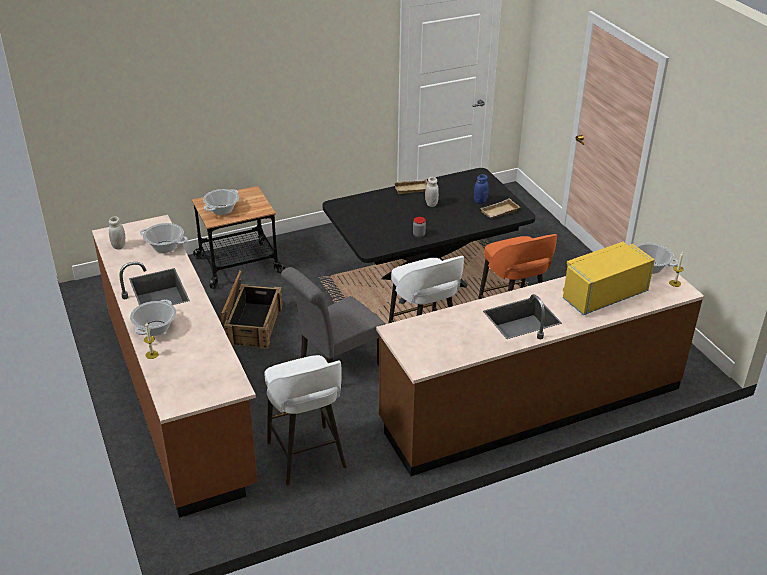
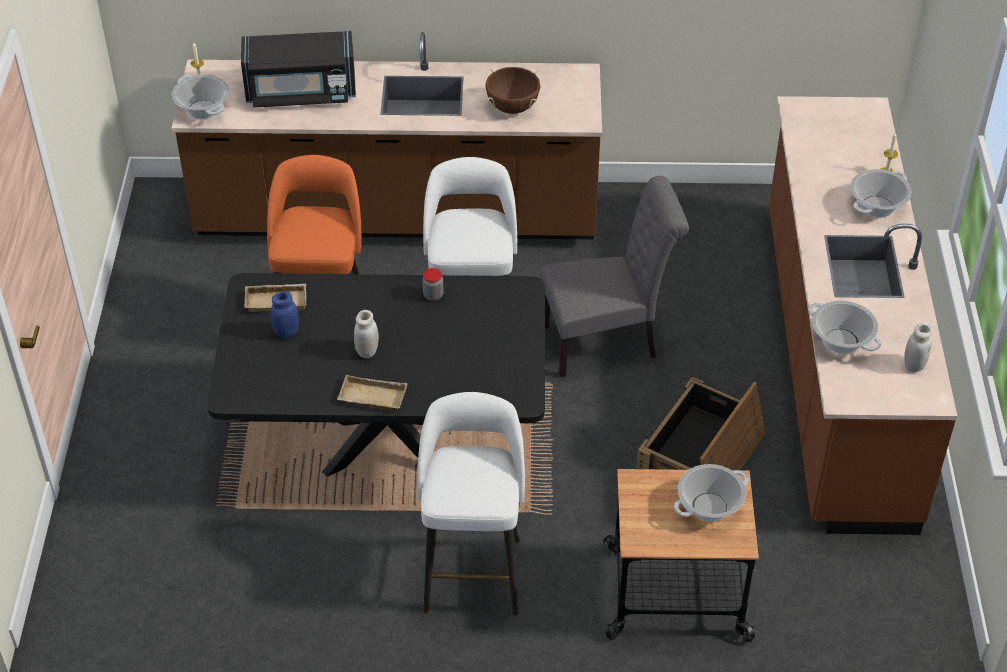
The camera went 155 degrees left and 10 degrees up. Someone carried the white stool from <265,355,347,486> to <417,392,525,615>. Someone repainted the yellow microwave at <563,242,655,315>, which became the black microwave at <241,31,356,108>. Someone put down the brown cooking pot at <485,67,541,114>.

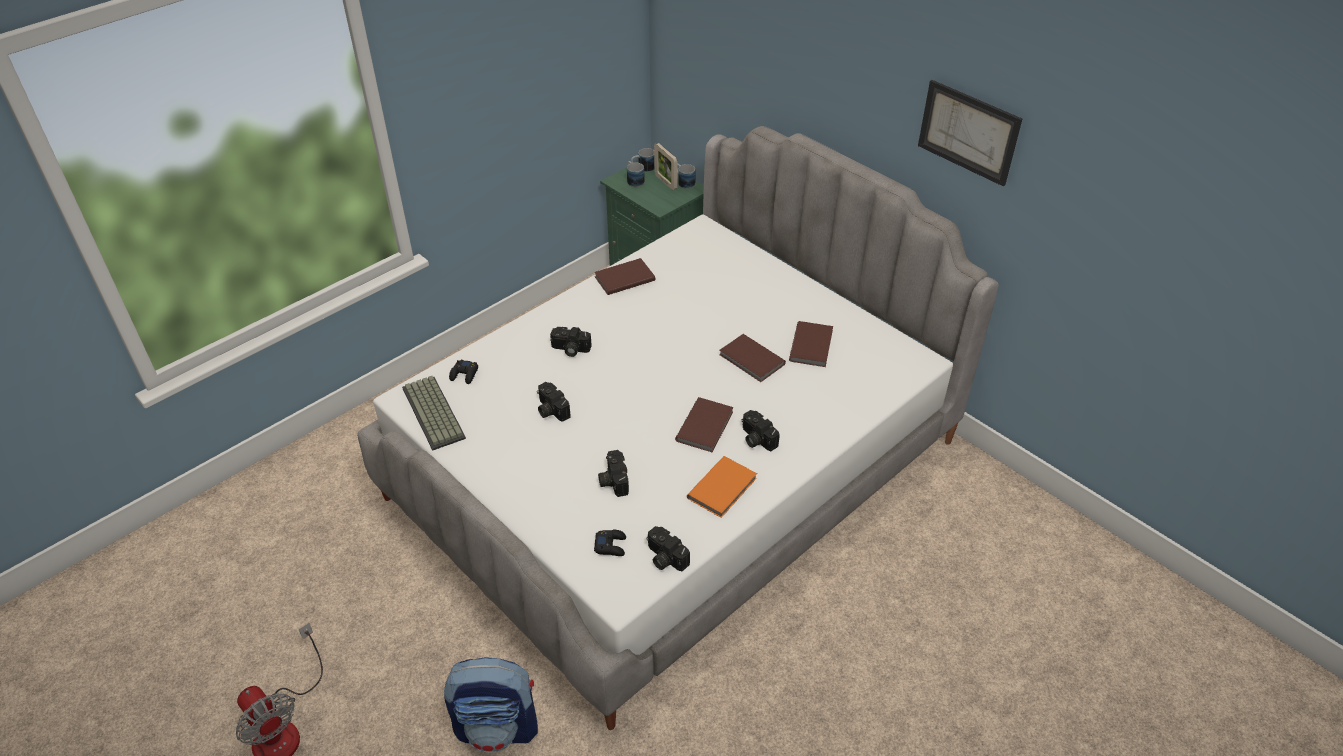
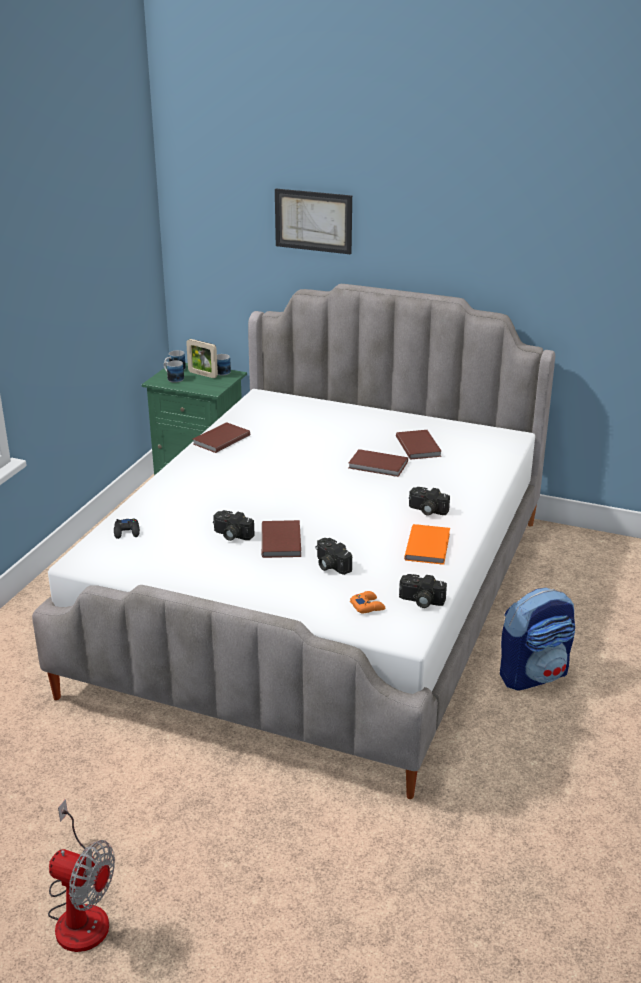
The camera went 25 degrees left and 15 degrees down. Someone took away the keyboard at <402,376,466,451>. Someone carried the backpack from <444,657,538,753> to <500,588,575,690>. Someone took away the photo camera at <550,327,592,357>. Someone repainted the black game controller at <594,530,626,556>, which became the orange game controller at <350,591,385,614>. Someone carried the brown book from <675,397,734,452> to <262,520,301,558>. Someone carried the picture from <918,80,1022,186> to <275,189,352,255>.

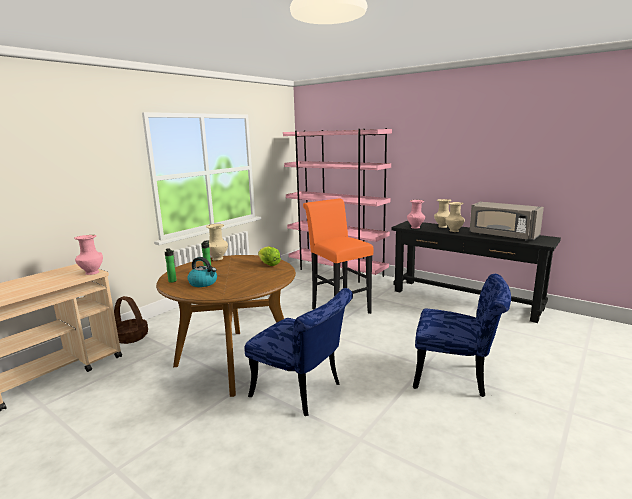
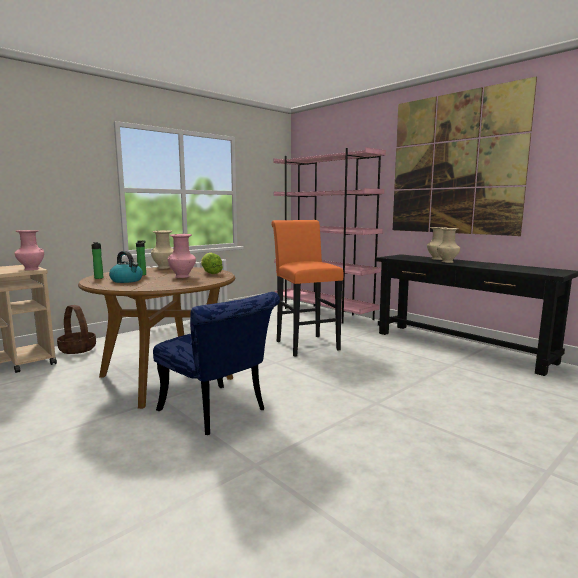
The camera went 10 degrees right and 5 degrees down. Someone carried the pink vase from <407,200,425,229> to <168,234,196,278>. Someone took away the blue chair at <413,274,511,397>. Someone took away the grey microwave at <469,202,544,241>. Someone put up the picture at <393,76,537,236>.

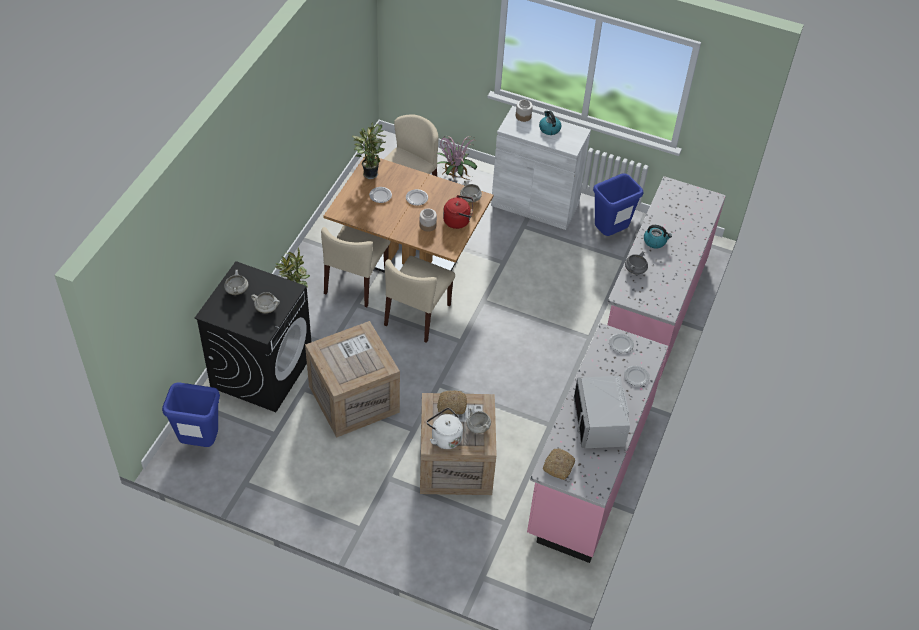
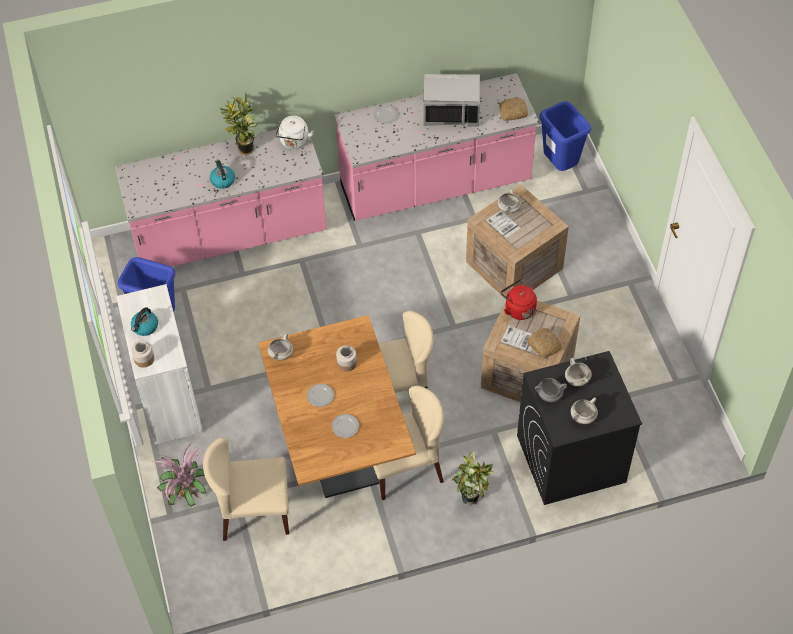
The camera went 125 degrees left and 5 degrees up. Someone carried the blue trash can from <162,382,220,447> to <539,101,591,171>. Someone carried the potted plant from <352,122,387,179> to <220,91,258,155>. Someone carried the white kettle from <426,408,463,449> to <276,116,314,149>. Someone carried the bread from <437,390,467,415> to <528,328,562,358>. Someone carried the red kettle from <443,195,473,229> to <501,279,537,320>. Someone rotated the grey microwave at <573,376,630,448> by 45 degrees clockwise. Someone took away the plate at <609,333,634,353>. Someone carried the grey cooking pot from <625,251,648,275> to <535,378,567,402>.

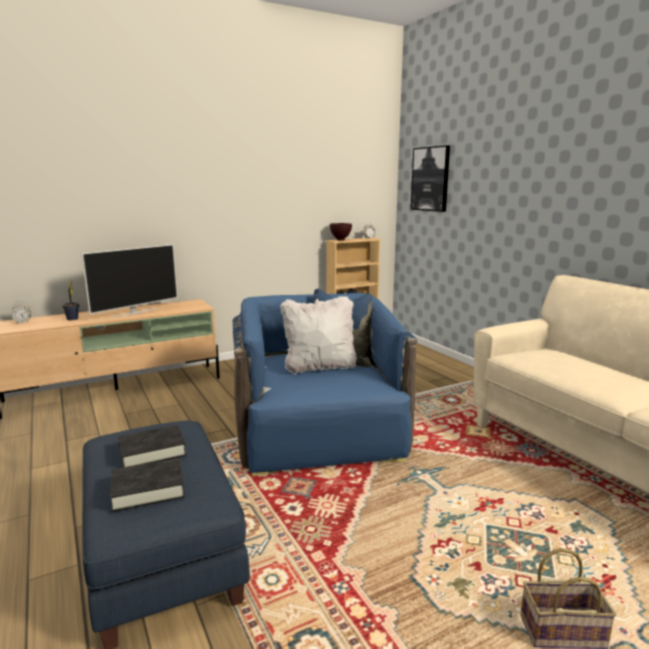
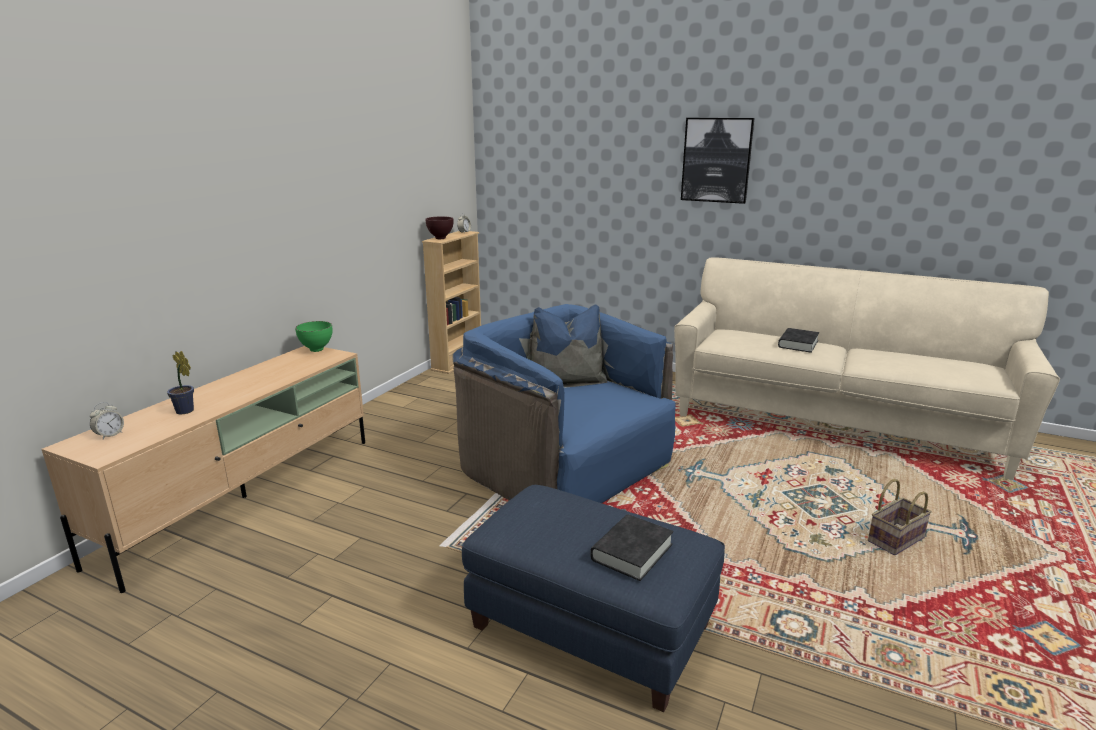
The camera went 35 degrees left and 5 degrees up. Someone took away the television at <81,244,178,318>. Someone carried the black book from <118,425,186,467> to <778,328,819,353>. Someone took away the white pillow at <280,296,357,375>. Someone carried the picture from <411,145,450,212> to <681,118,754,204>. Someone put down the green bowl at <295,321,332,352>.

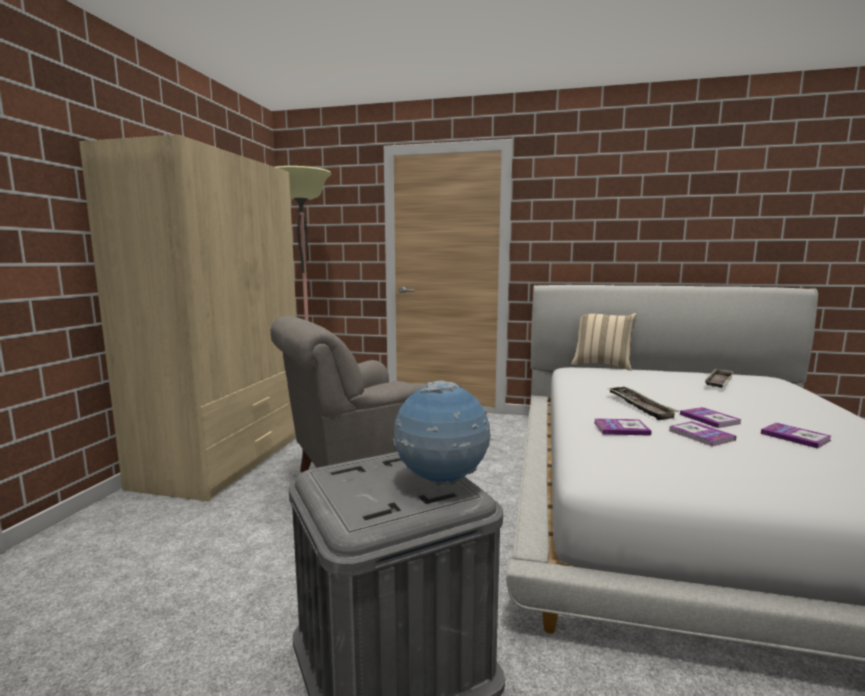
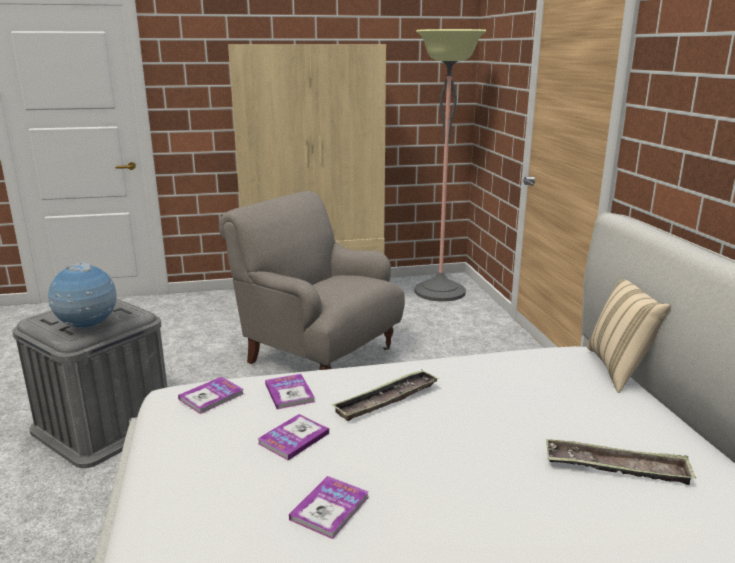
The camera went 65 degrees right and 10 degrees up. Someone carried the book from <680,407,742,428> to <178,377,243,414>.

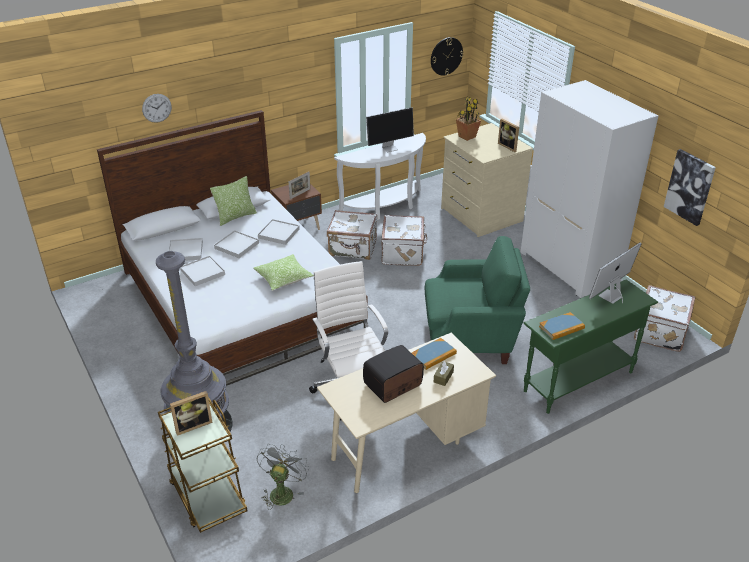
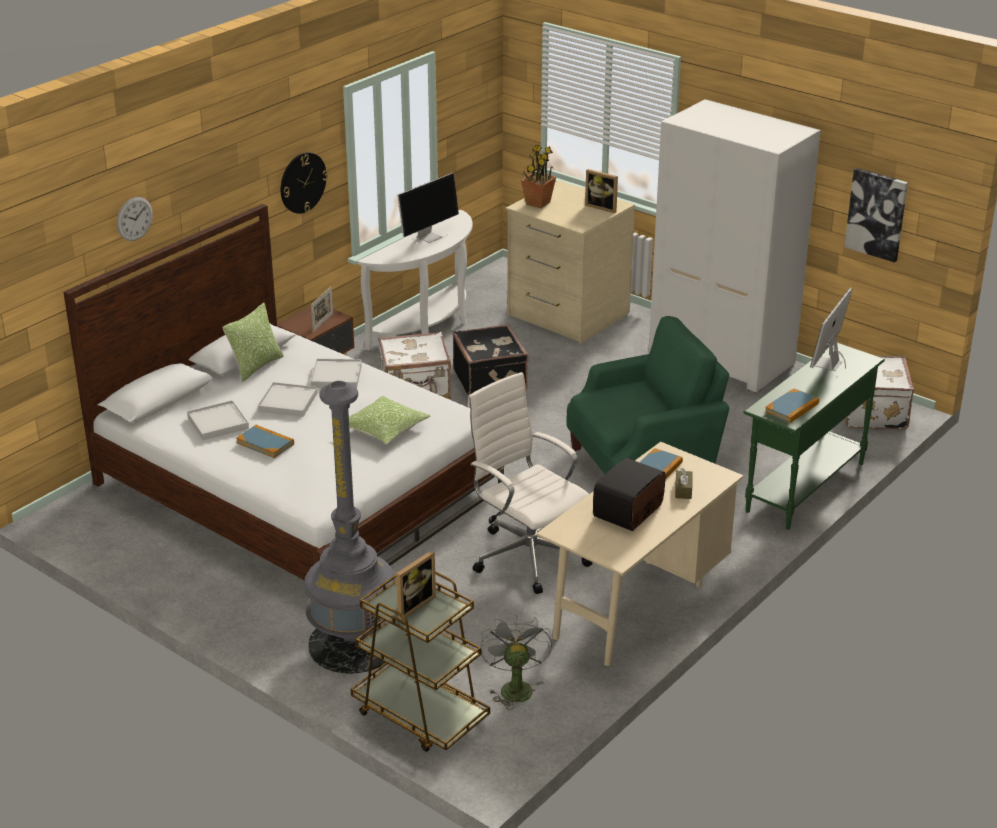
The camera went 20 degrees left and 5 degrees down. Someone swapped the white tray at <180,255,225,286> for the book at <236,425,294,458>. Someone repainted the white suitcase at <381,215,427,266>, which became the black suitcase at <453,324,529,396>. Someone carried the wall clock from <431,37,463,75> to <281,152,328,214>.

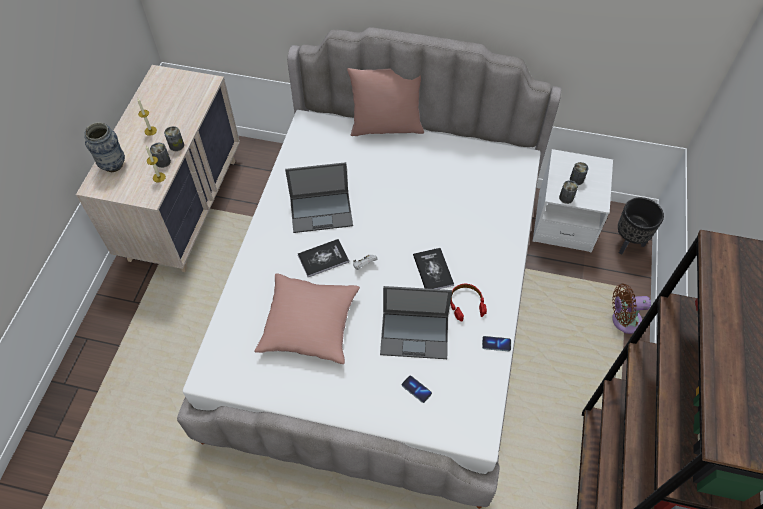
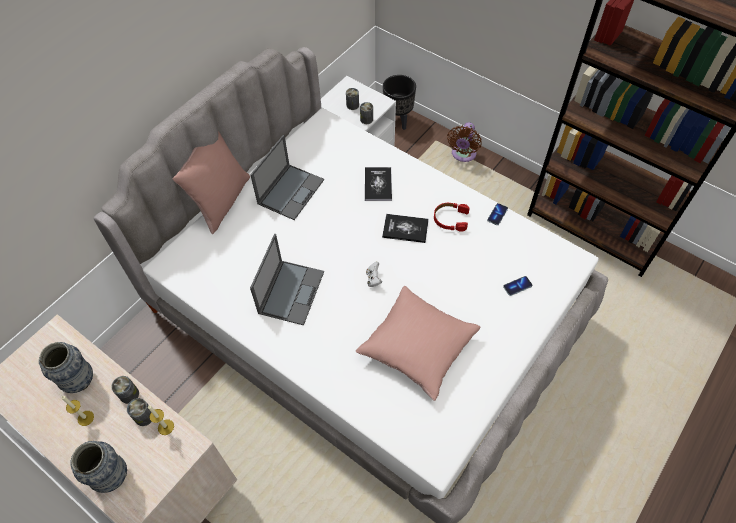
The camera went 65 degrees left and 0 degrees up. Someone carried the book from <298,239,349,277> to <365,167,392,201>. Someone carried the laptop from <380,286,452,359> to <250,135,324,220>. Someone put down the vase at <39,342,93,393>.

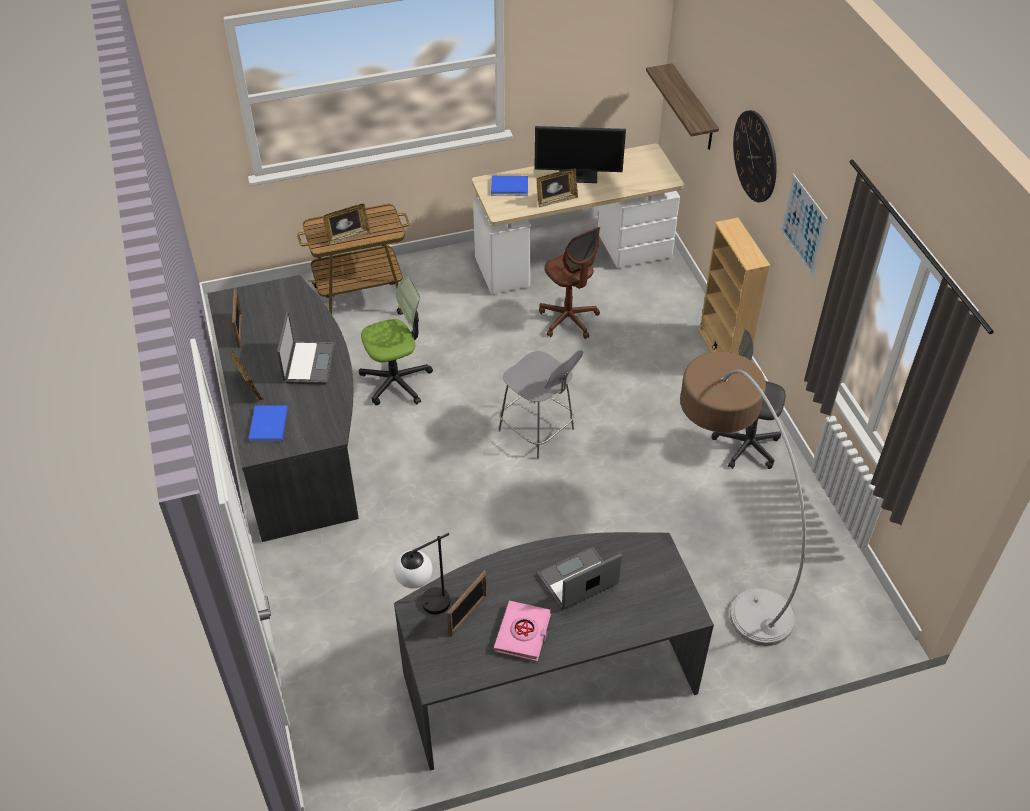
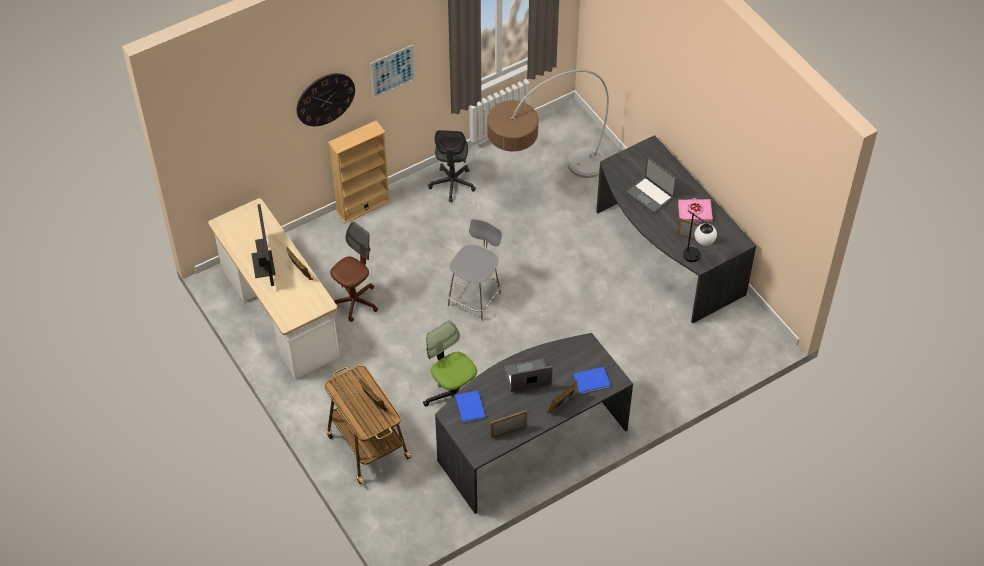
The camera went 105 degrees left and 5 degrees up. Someone carried the blue book from <491,176,528,196> to <455,391,486,423>. Someone took away the shelf at <646,63,719,150>.

